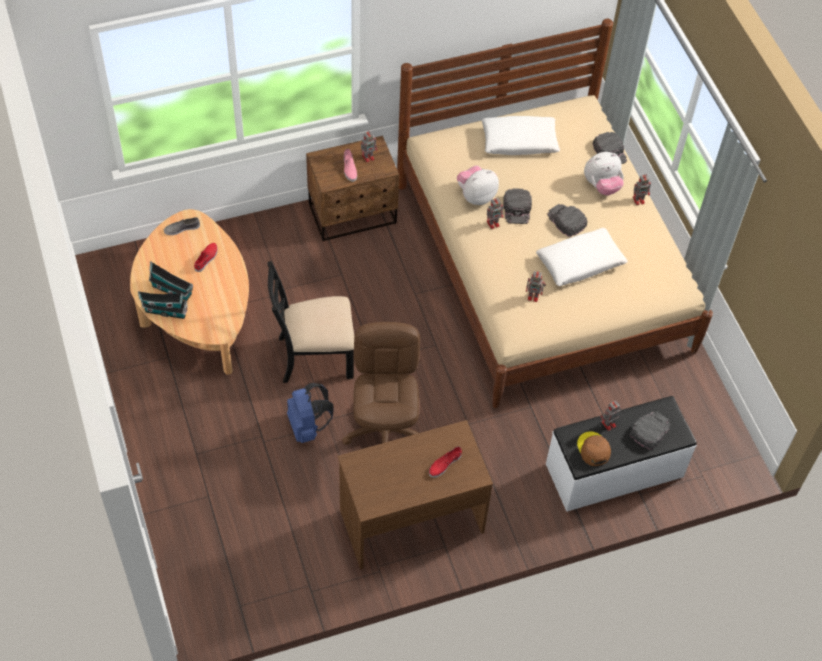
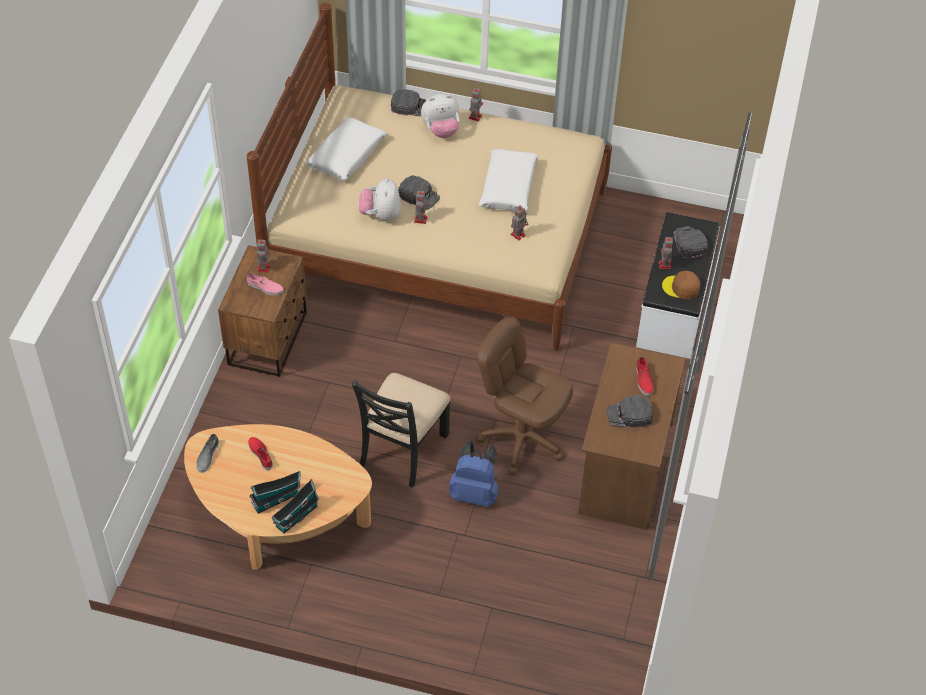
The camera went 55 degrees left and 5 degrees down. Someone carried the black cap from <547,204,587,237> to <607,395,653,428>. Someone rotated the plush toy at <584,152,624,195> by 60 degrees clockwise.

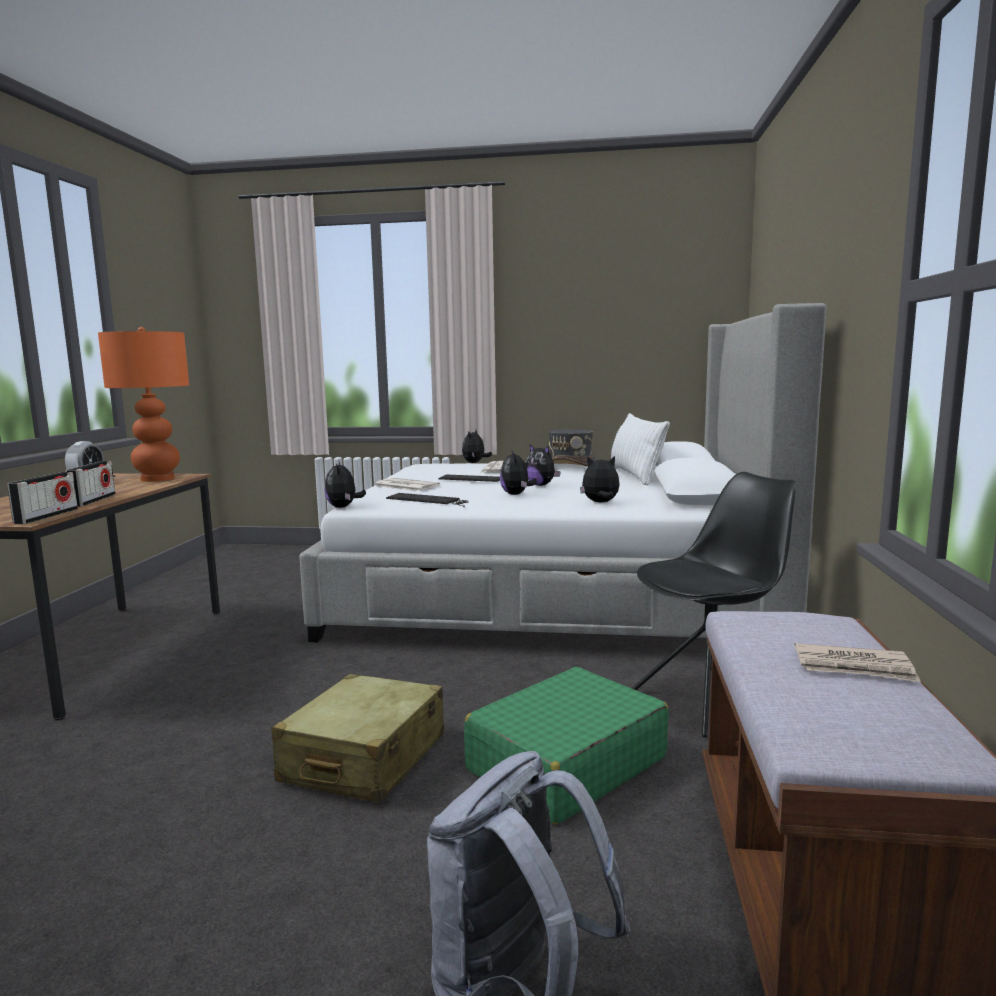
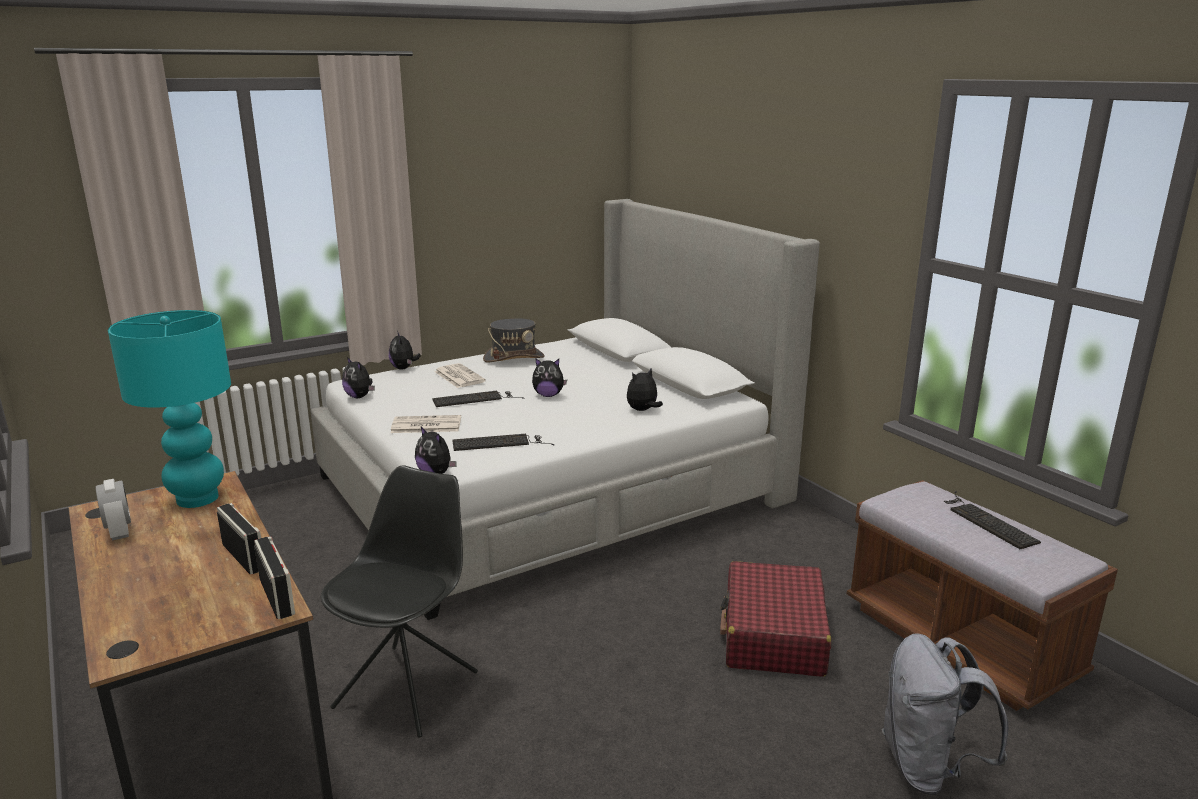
The camera went 40 degrees left and 10 degrees up. Someone repainted the orange table lamp at <98,327,189,482>, which became the turquoise table lamp at <108,310,231,508>. Someone took away the beige suitcase at <271,674,444,803>. Someone repainted the green suitcase at <464,667,669,825>, which became the red suitcase at <720,561,831,677>. Someone carried the plush toy from <500,451,537,495> to <342,357,375,398>. Someone took away the white pillow at <611,413,670,485>. Someone carried the black chair from <631,472,796,737> to <321,465,478,738>. Someone swapped the newspaper at <795,643,921,682> for the keyboard at <944,491,1041,549>.

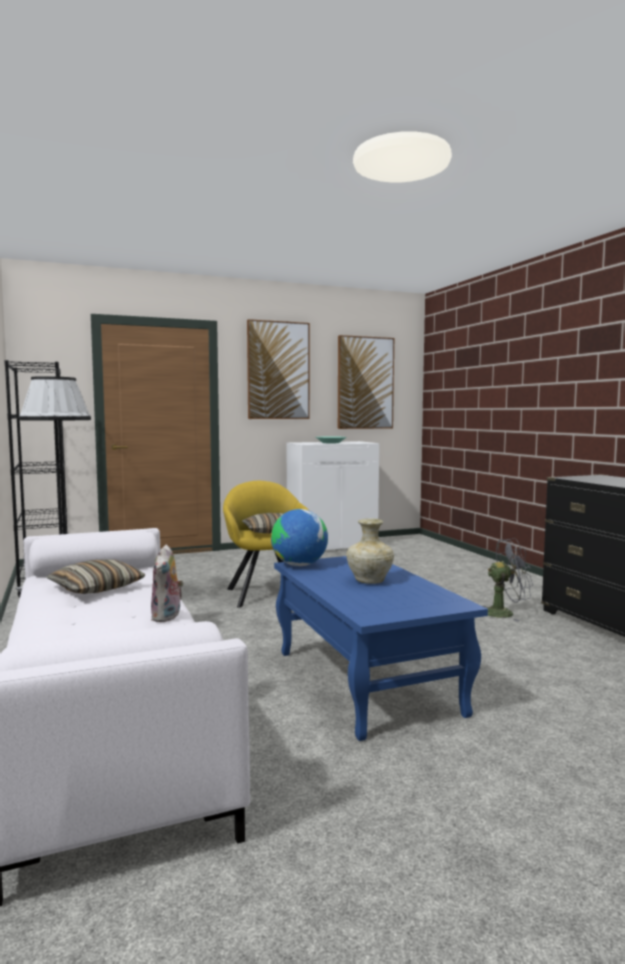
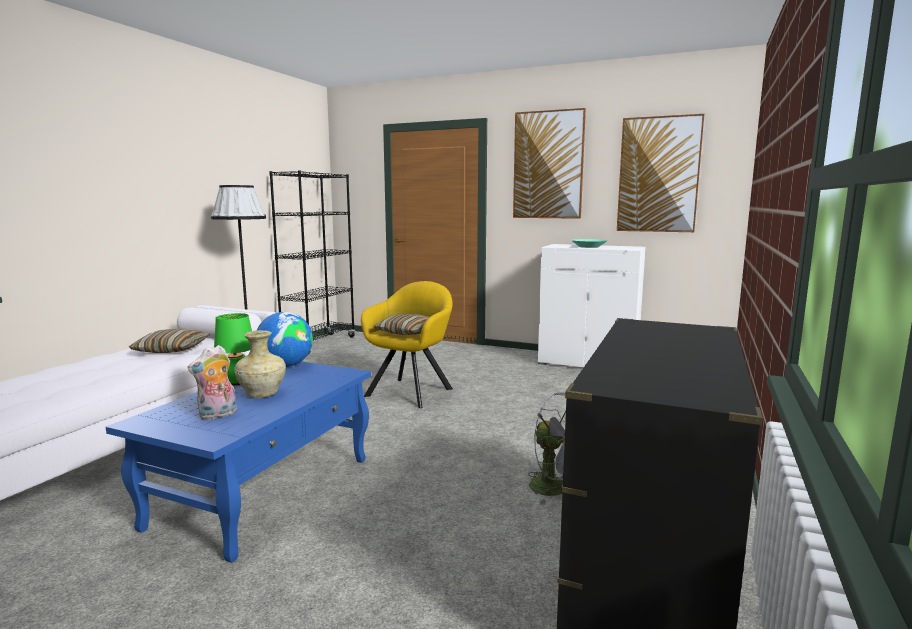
The camera went 45 degrees right and 5 degrees up. Someone carried the plush toy from <151,545,184,622> to <187,345,237,420>. Someone put down the green table lamp at <214,313,252,386>.

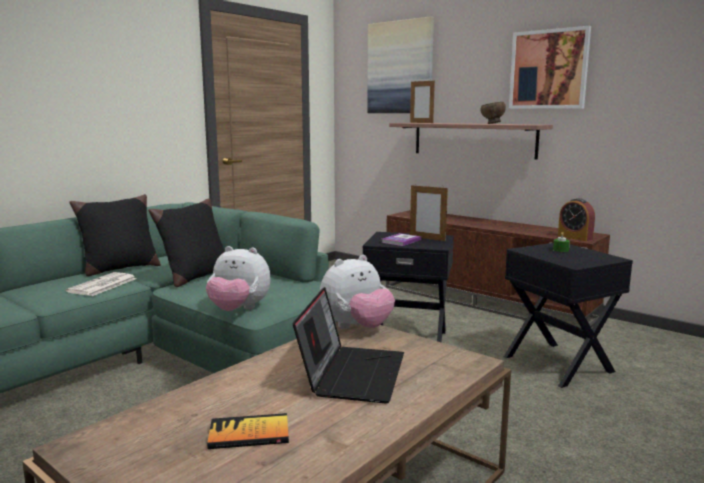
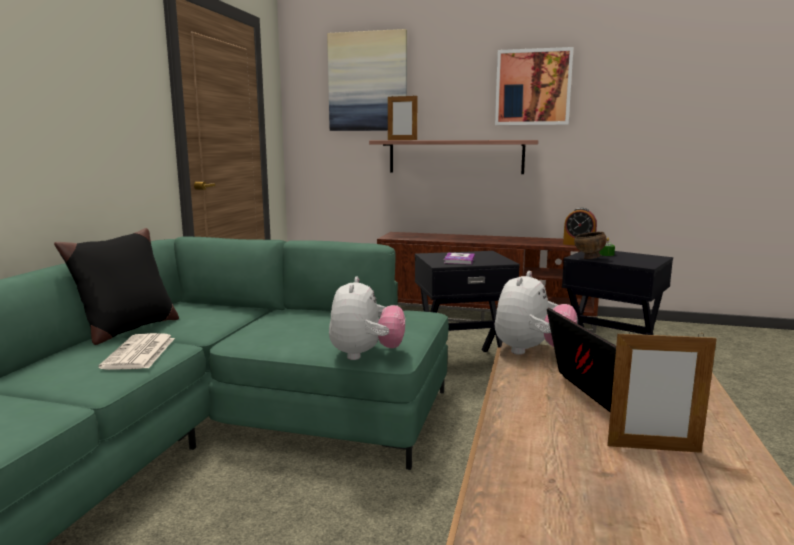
The camera went 25 degrees left and 0 degrees up. Someone took away the black pillow at <148,198,225,287>. Someone rotated the plush toy at <206,246,271,311> by 75 degrees counterclockwise. Someone took away the book at <207,413,289,449>. Someone carried the picture frame from <410,185,448,241> to <607,330,717,453>. Someone carried the brown bowl from <480,102,506,124> to <574,232,607,259>.

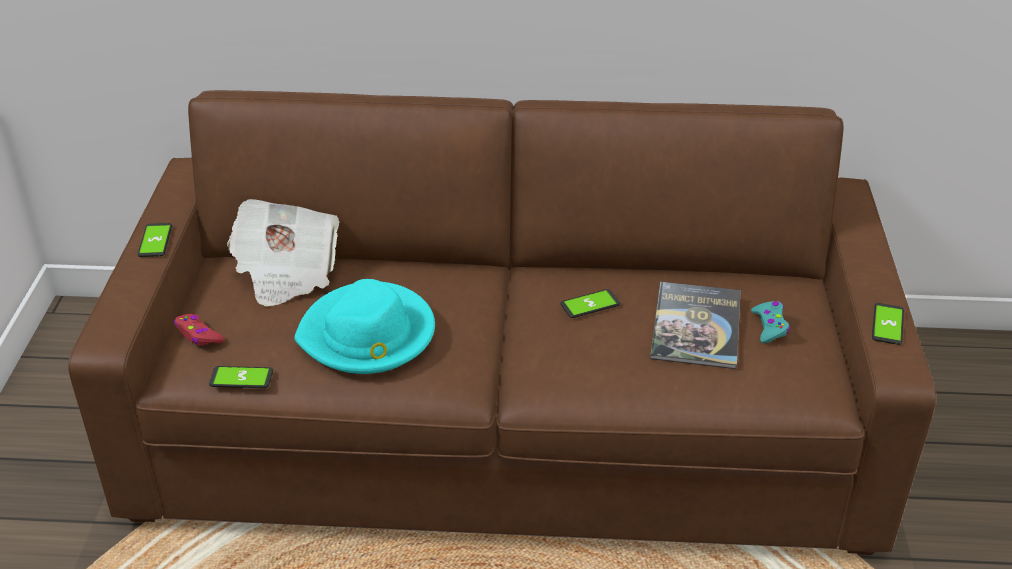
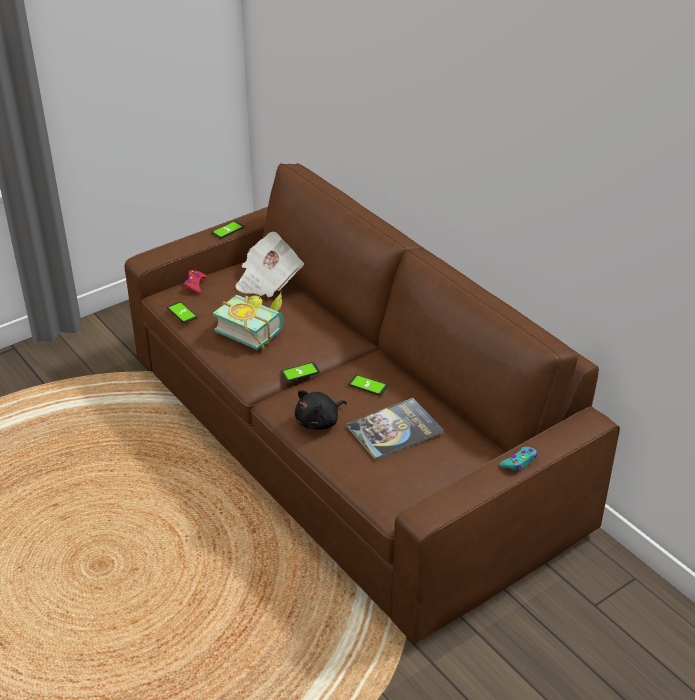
The camera went 50 degrees right and 0 degrees up. Someone swapped the turquoise hat at <294,279,435,374> for the book at <213,293,283,350>. Someone carried the turquoise game controller from <751,301,790,343> to <499,447,538,470>. Someone carried the phone from <872,303,904,345> to <281,362,320,382>. Someone put down the black plush toy at <295,390,347,430>.

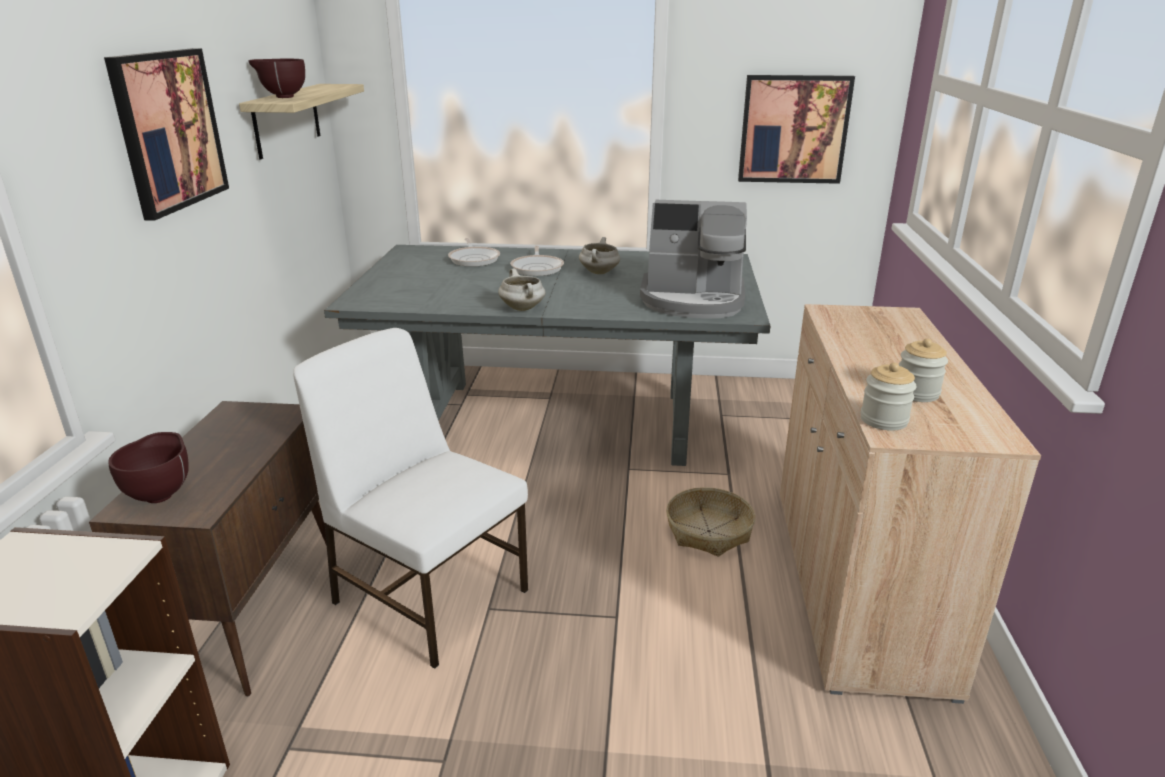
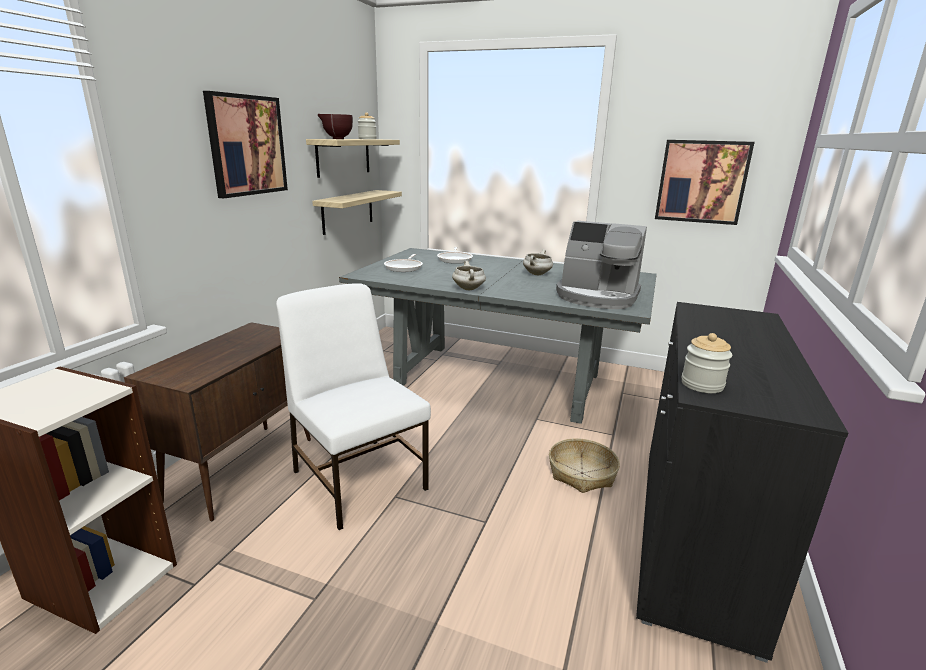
The camera went 15 degrees right and 5 degrees down. Someone took away the brown bowl at <108,432,189,503>. Someone carried the frying pan from <510,246,564,276> to <384,254,423,272>. Someone repainted the beige cabinet at <780,304,1041,704>, which became the black cabinet at <636,302,848,663>. Someone carried the jar from <899,338,948,402> to <358,112,377,139>. Someone put up the shelf at <312,190,402,235>.

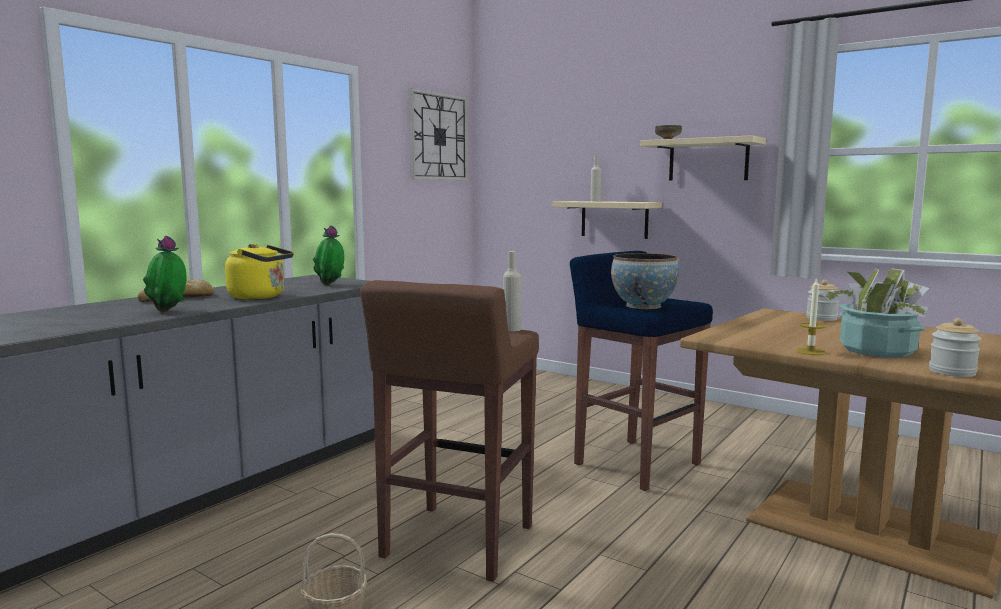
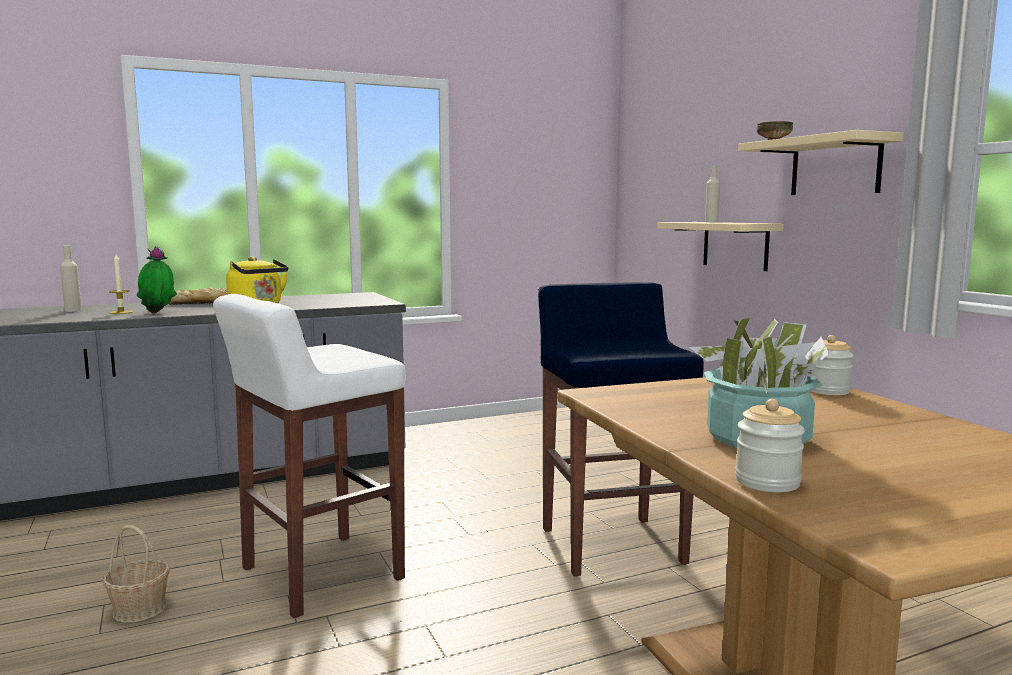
The camera went 30 degrees right and 0 degrees up. Someone took away the potted plant at <313,225,344,285>. Someone repainted the brown stool at <360,280,539,582>, which became the white stool at <213,294,406,618>. Someone took away the wall clock at <409,88,468,180>. Someone carried the beige bottle from <503,251,521,332> to <60,245,82,312>. Someone took away the bowl at <611,253,679,309>. Someone carried the candle from <796,278,826,355> to <109,254,133,314>.

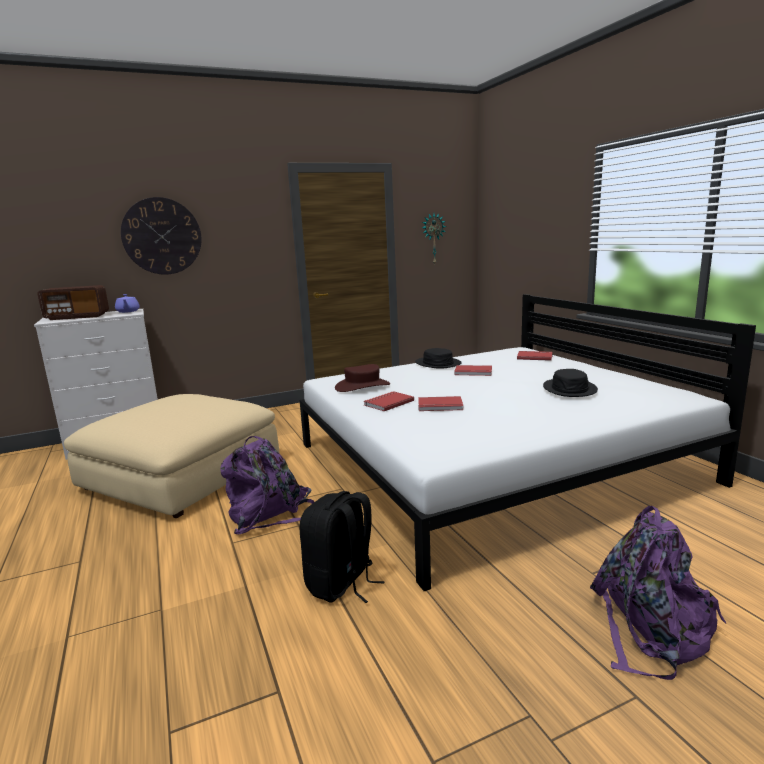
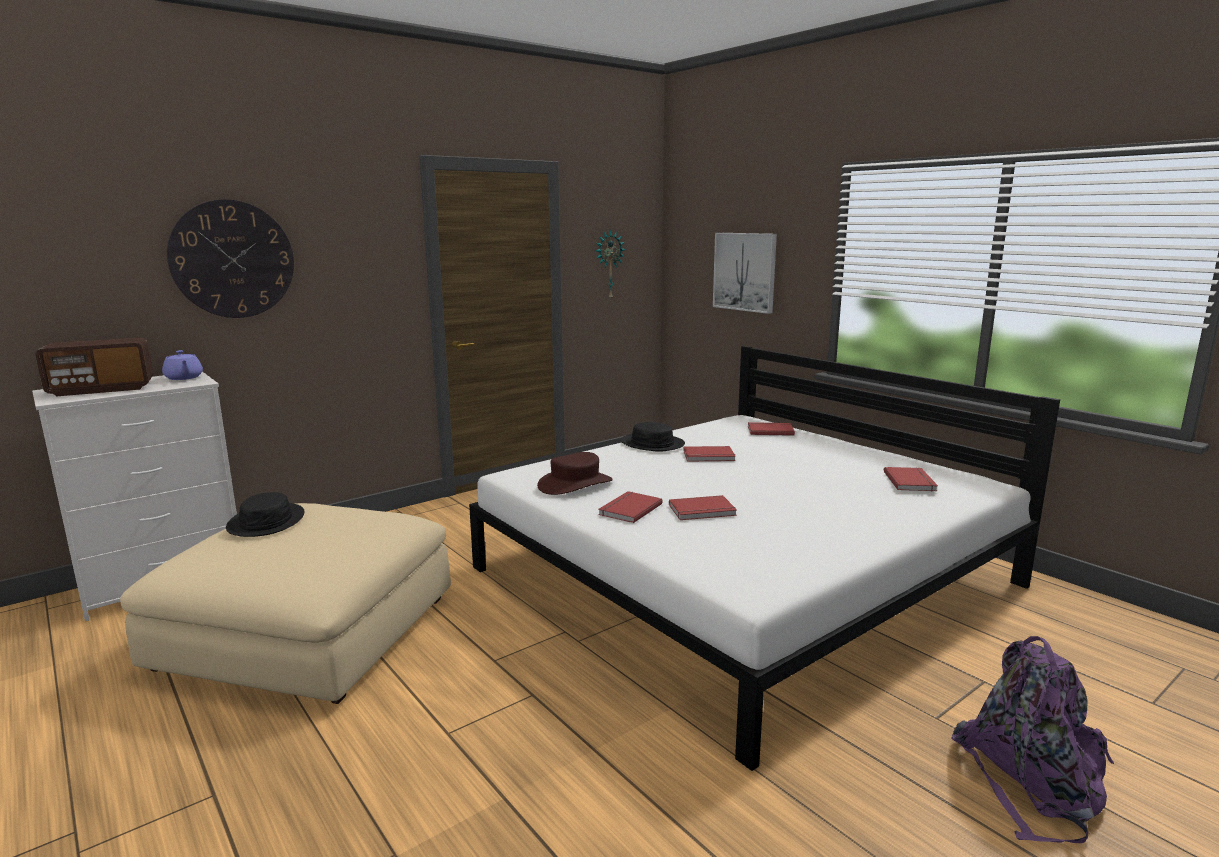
The camera went 15 degrees left and 0 degrees up. Someone took away the purple backpack at <220,436,314,534>. Someone took away the black backpack at <300,491,385,603>. Someone carried the black hat from <543,369,598,397> to <226,492,304,537>. Someone put up the picture at <713,233,777,314>. Someone put down the red book at <884,467,938,491>.

